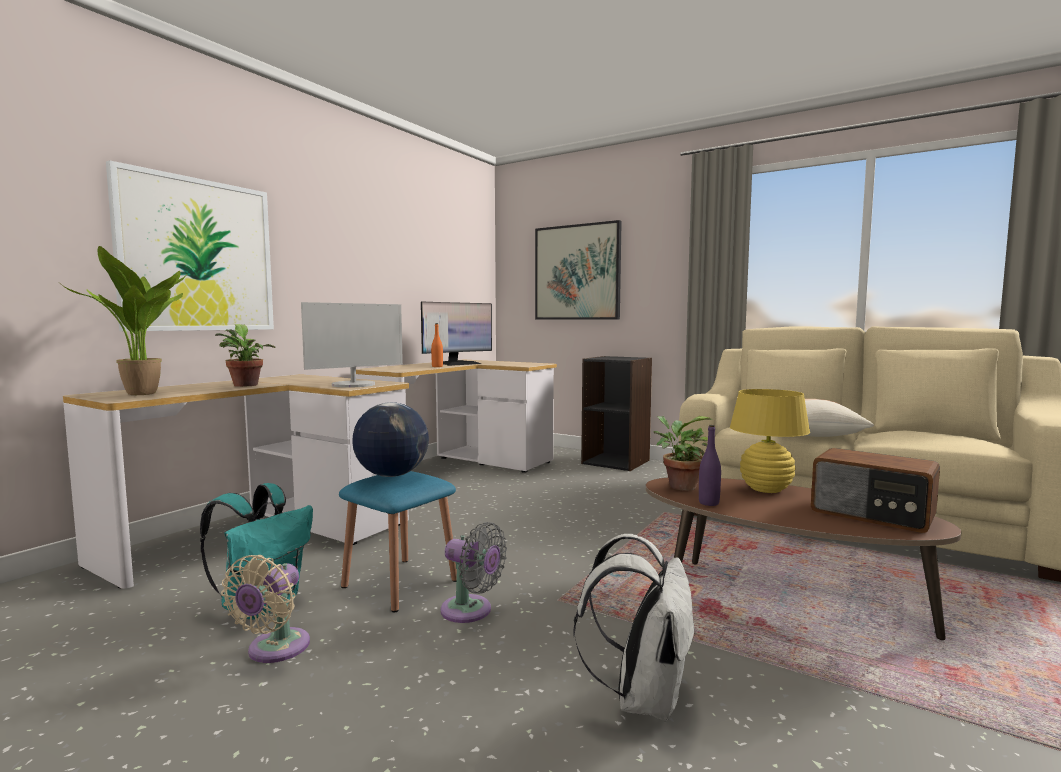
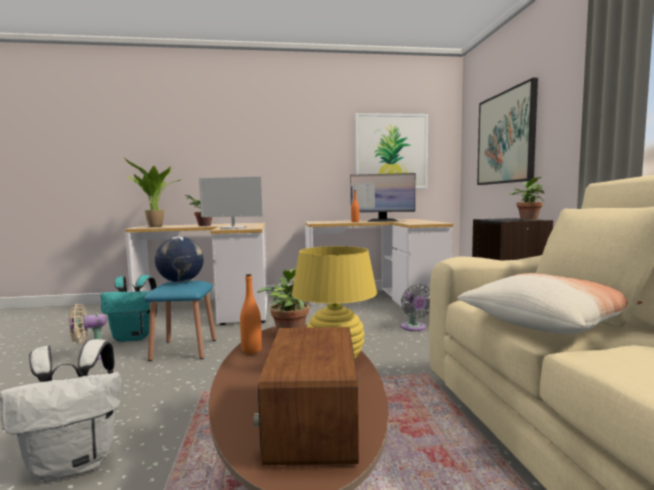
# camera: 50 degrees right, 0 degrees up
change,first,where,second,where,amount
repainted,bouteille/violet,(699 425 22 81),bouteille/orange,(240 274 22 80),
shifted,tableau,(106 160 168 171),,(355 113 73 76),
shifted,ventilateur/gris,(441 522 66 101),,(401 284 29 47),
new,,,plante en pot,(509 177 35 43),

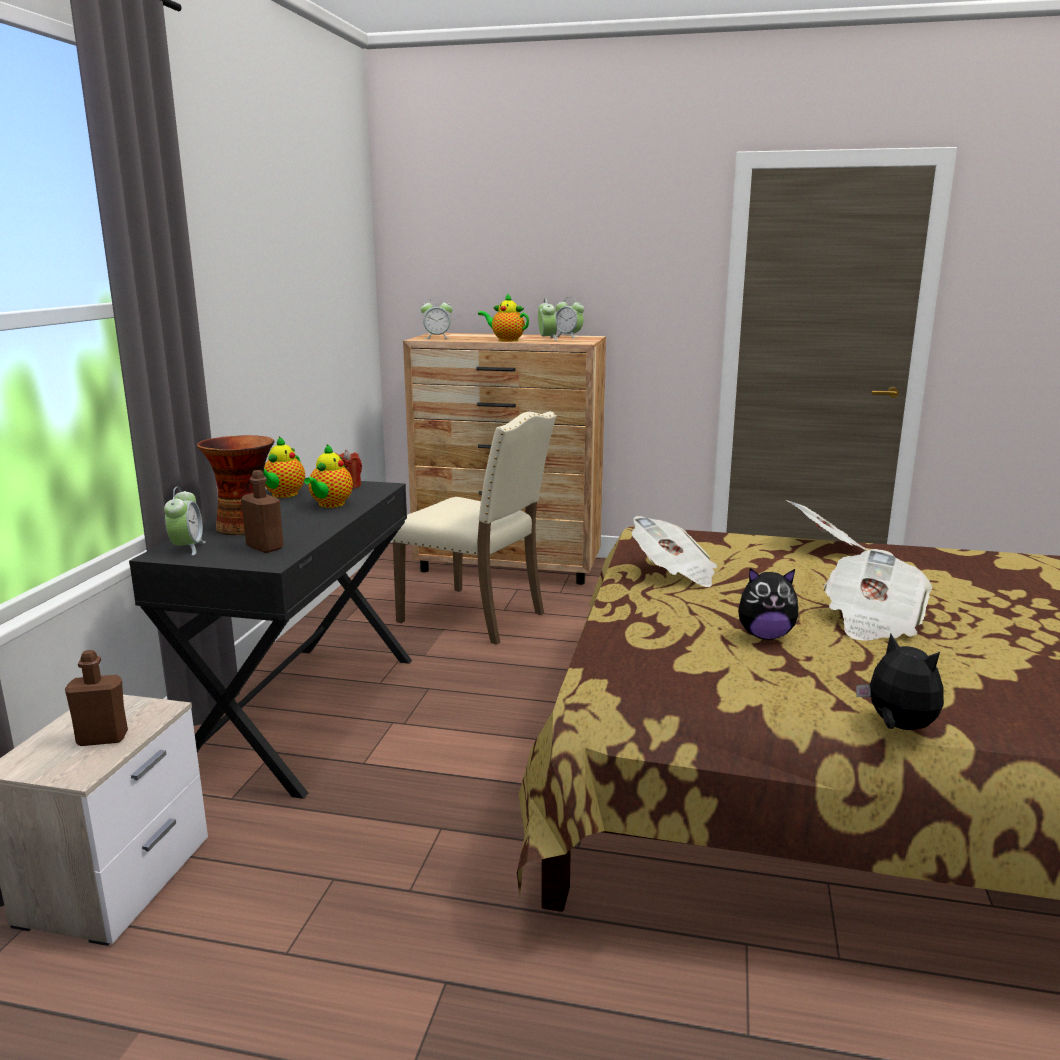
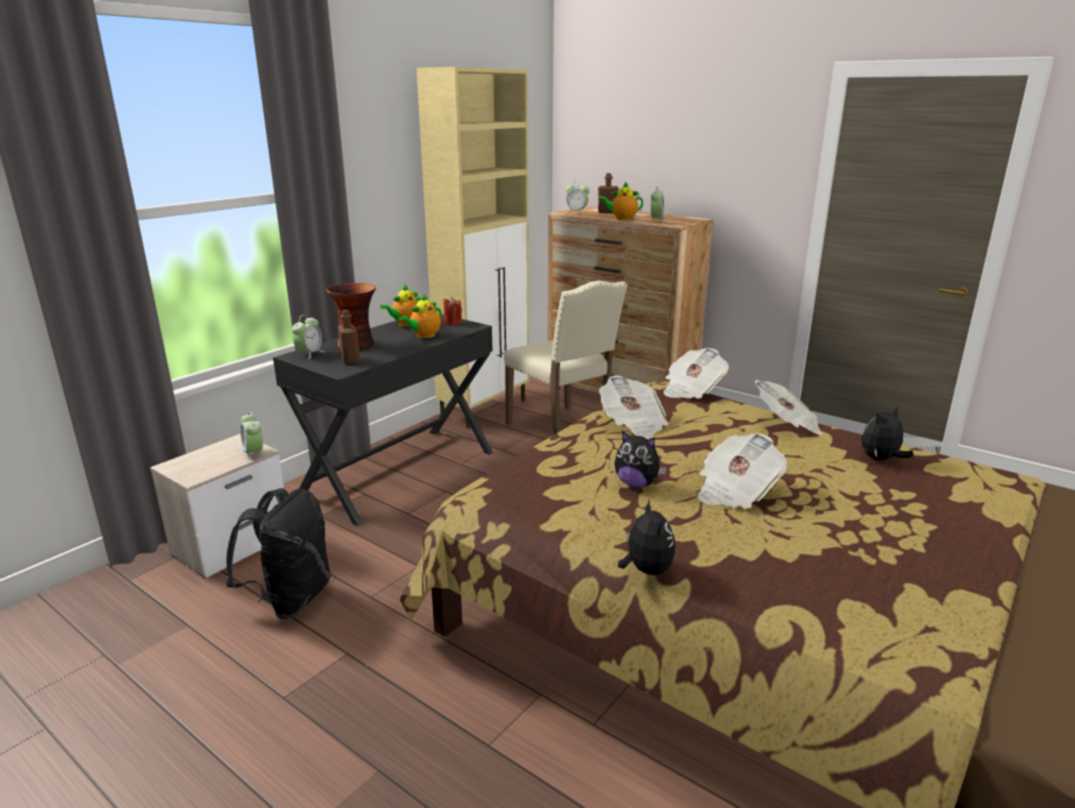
# camera: 25 degrees right, 5 degrees up
change,first,where,second,where,amount
new,,,sac à dos/noir,(226 488 105 131),
shifted,réveil,(556 297 28 41),,(241 412 22 50),
new,,,meuble de rangement/beige,(416 67 113 362),
shifted,bouteille/marron,(65 650 63 96),,(598 173 21 40),
rotated,théière,(478 293 51 49),,(598 181 45 39),45 degrees counterclockwise
new,,,journal,(663 348 66 51),
new,,,peluche,(862 407 52 54),

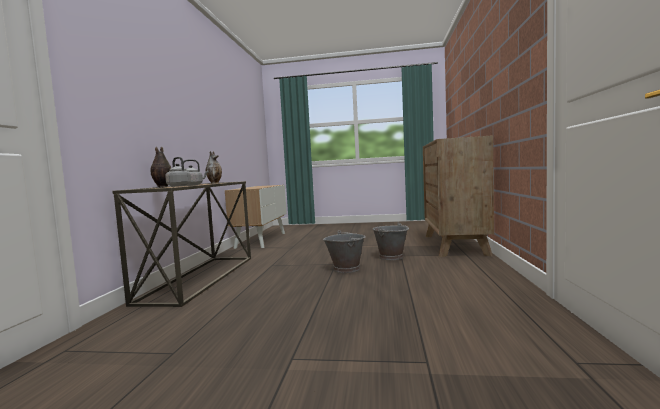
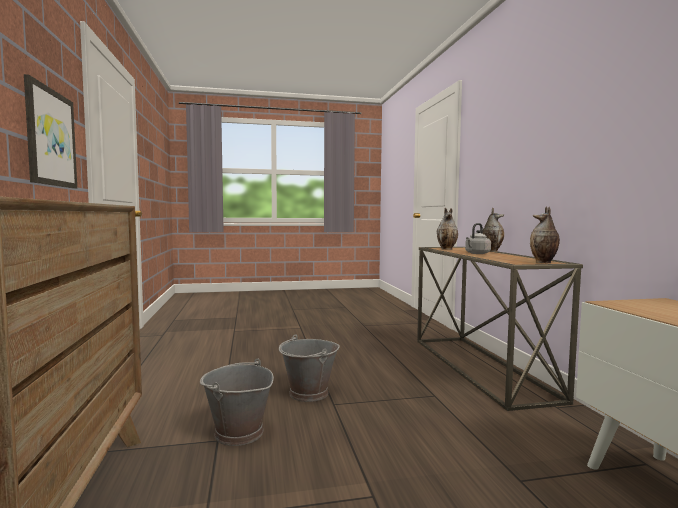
# camera: 160 degrees right, 0 degrees up
change,first,where,second,where,amount
new,,,tableau,(24 74 53 115),
swapped,bouilloire/gris,(165 157 26 30),vase,(437 208 21 42),

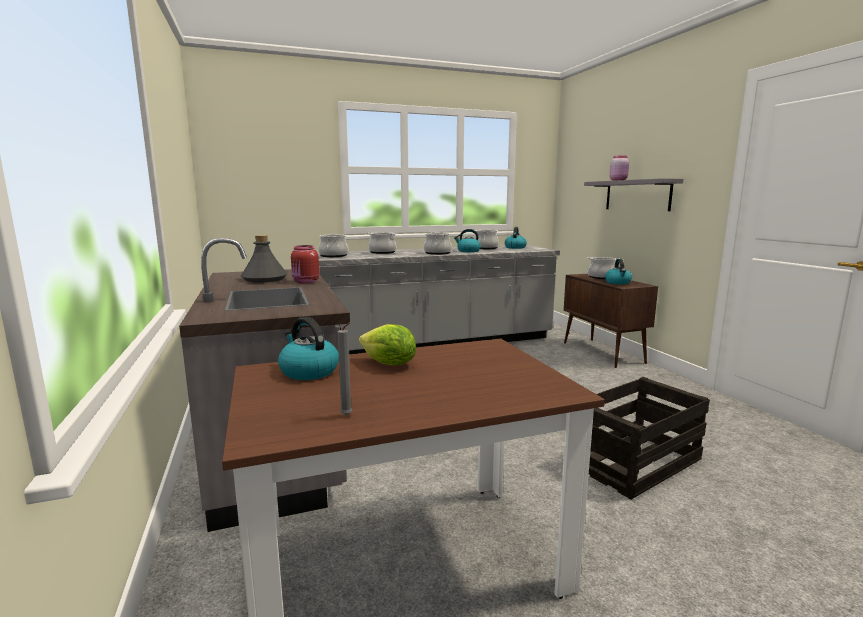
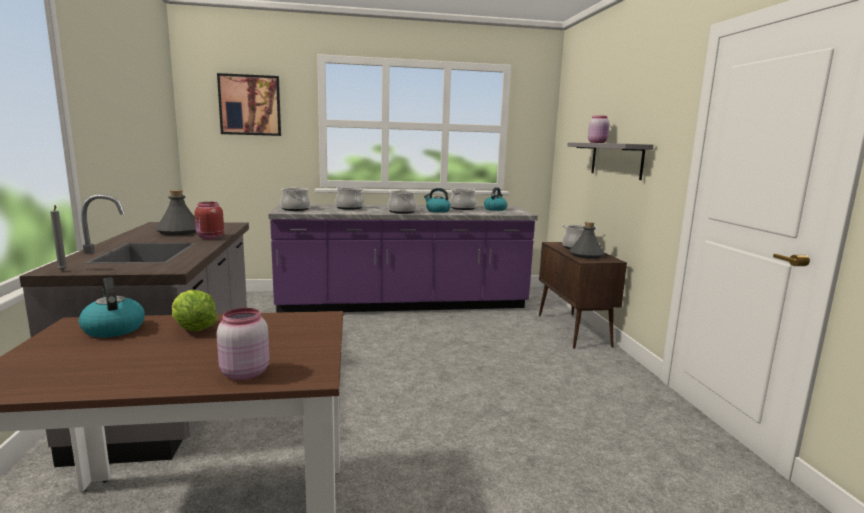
# camera: 10 degrees right, 0 degrees up
change,first,where,second,where,amount
shifted,bougie/gris,(338 322 14 94),,(50 205 17 65),
new,,,tableau,(217 73 64 63),
new,,,bocal/rose,(217 308 52 72),
repainted,comptoir de cuisine/gris,(317 245 243 109),comptoir de cuisine/violet,(268 204 270 109),
swapped,bouilloire,(605 259 27 25),bouteille/gris,(569 222 36 37),
gone,caisse,(589 377 121 122),,,

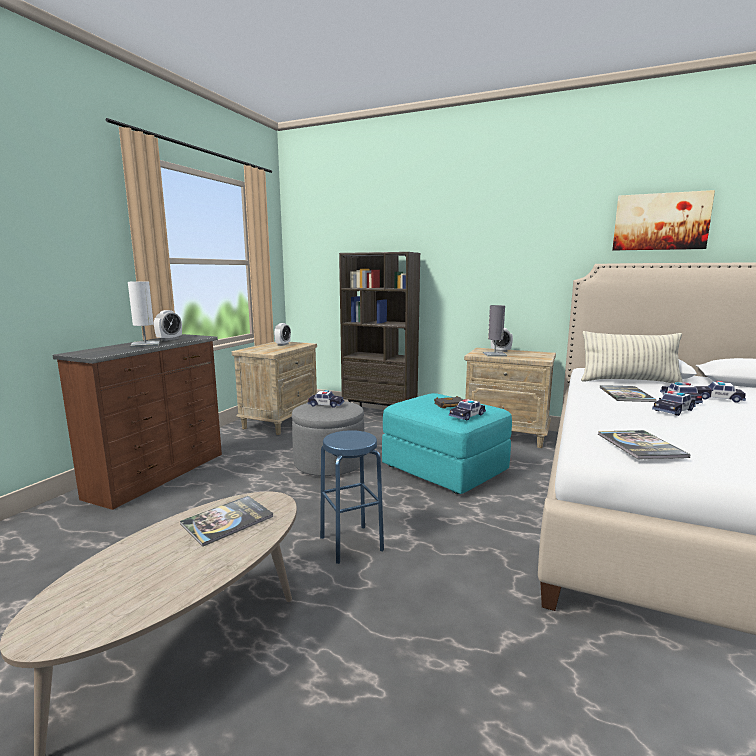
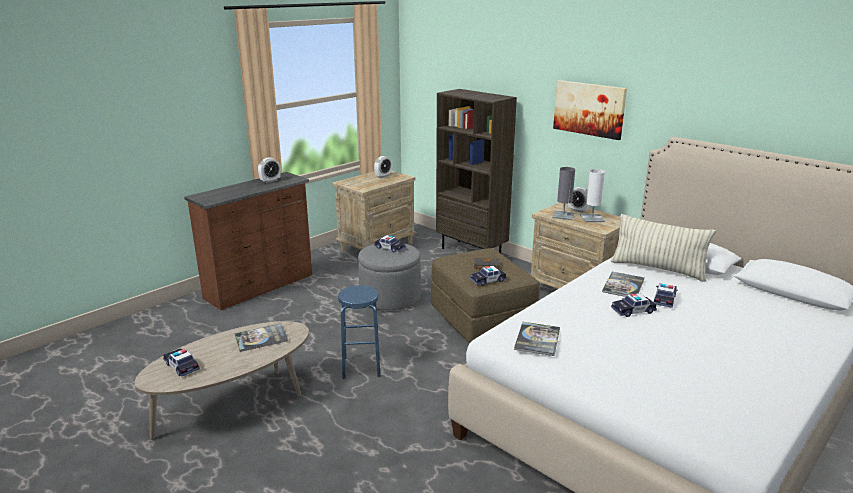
# camera: 20 degrees right, 10 degrees up
change,first,where,second,where,amount
shifted,petite voiture,(695 381 51 22),,(163 348 37 29),
repainted,pouf/turquoise,(382 393 130 101),pouf/marron,(431 248 109 96),
shifted,tableau,(612 190 103 60),,(553 80 74 60),
shifted,lampe de table/blanc,(128 281 32 66),,(580 169 25 53),

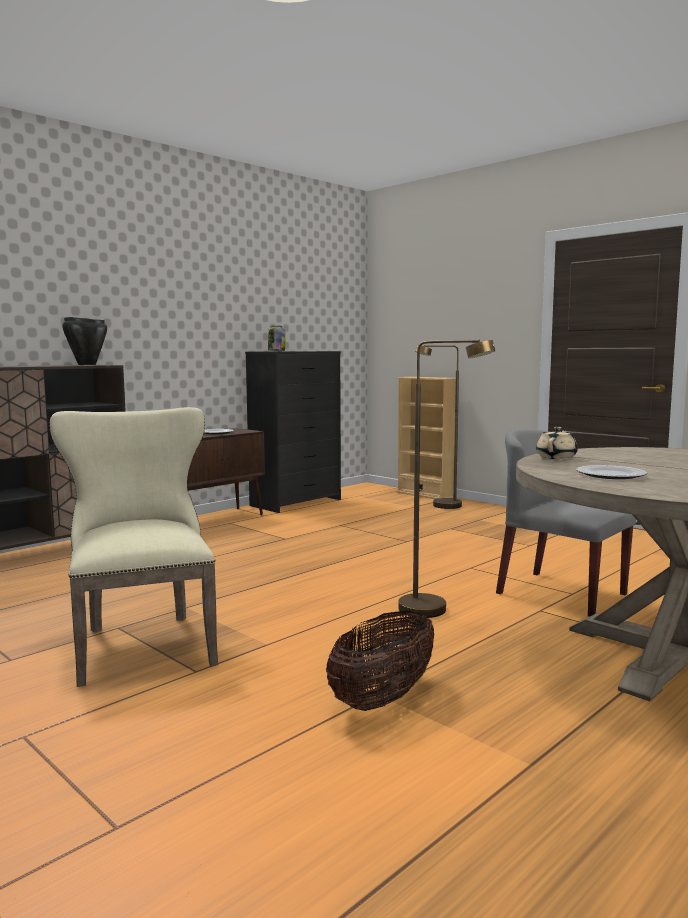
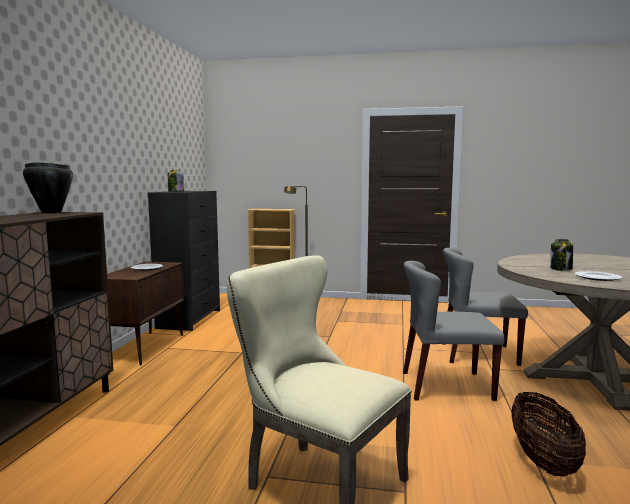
# camera: 35 degrees left, 0 degrees up
change,first,where,second,where,amount
swapped,lampadaire/marron,(398 340 97 278),chaise/gris,(403 261 102 140),
new,,,bocal,(550 239 23 32),
gone,théière/beige,(536 427 42 32),,,

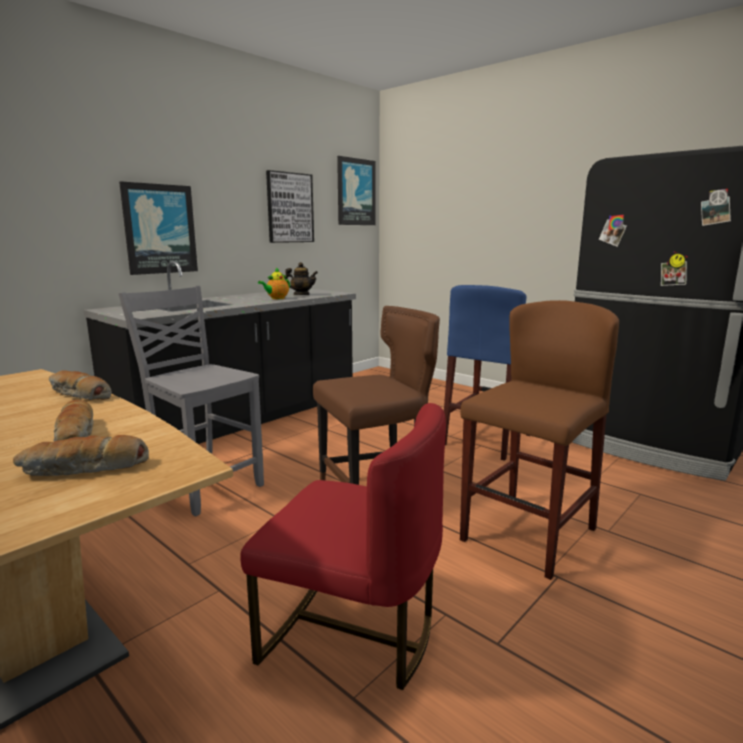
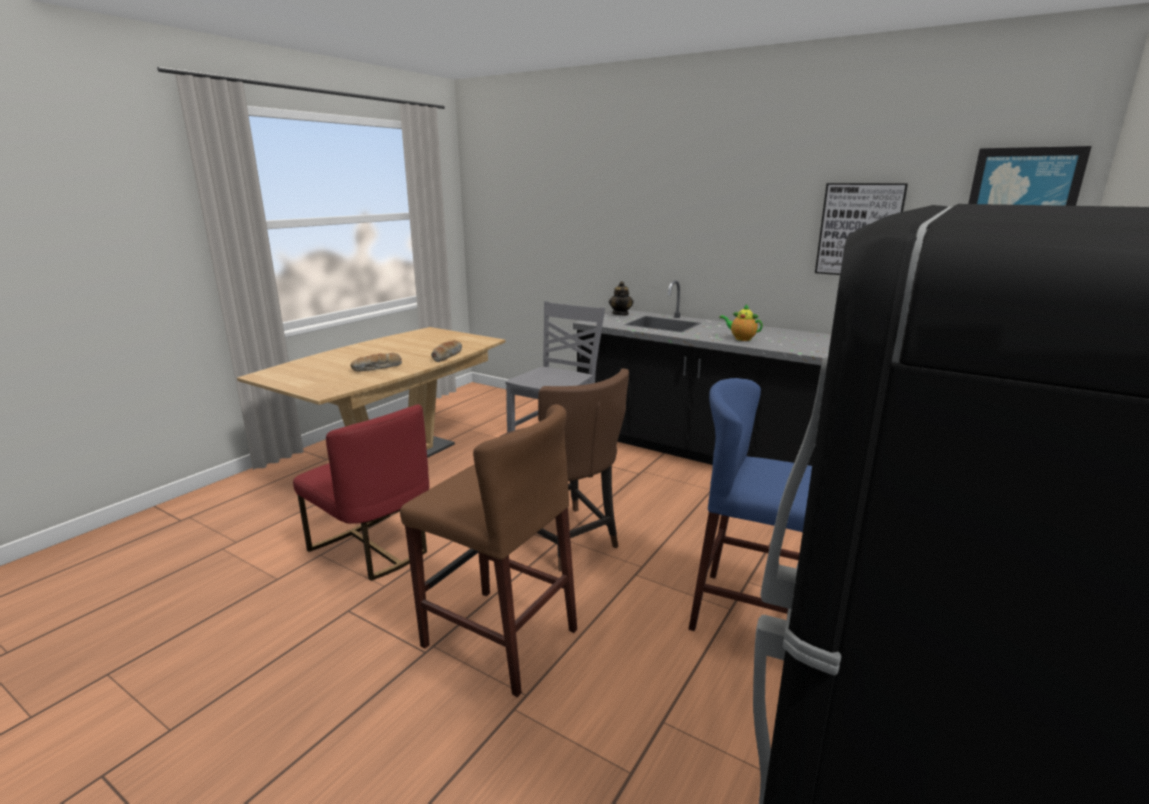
# camera: 80 degrees right, 5 degrees up
change,first,where,second,where,amount
rotated,chaise/rouge,(240 403 206 287),,(293 404 136 177),60 degrees counterclockwise
shifted,théière,(285 262 33 33),,(609 281 25 35),
gone,pain,(13 435 136 41),,,
gone,tableau,(119 181 79 94),,,

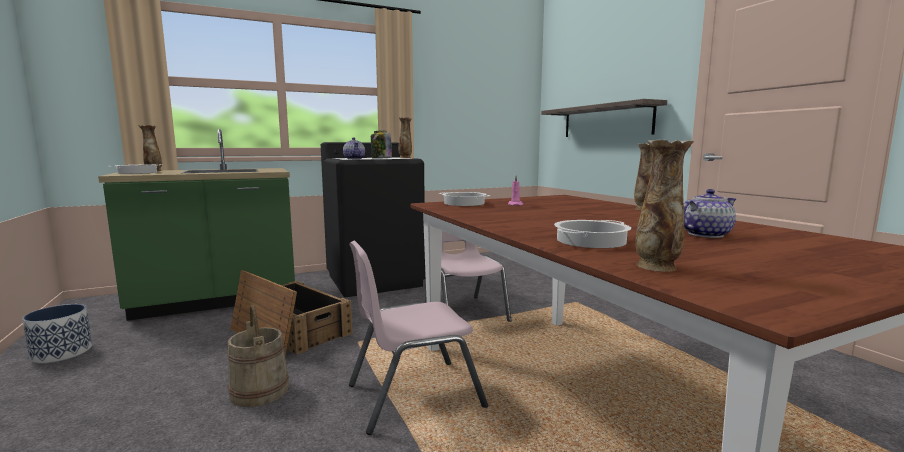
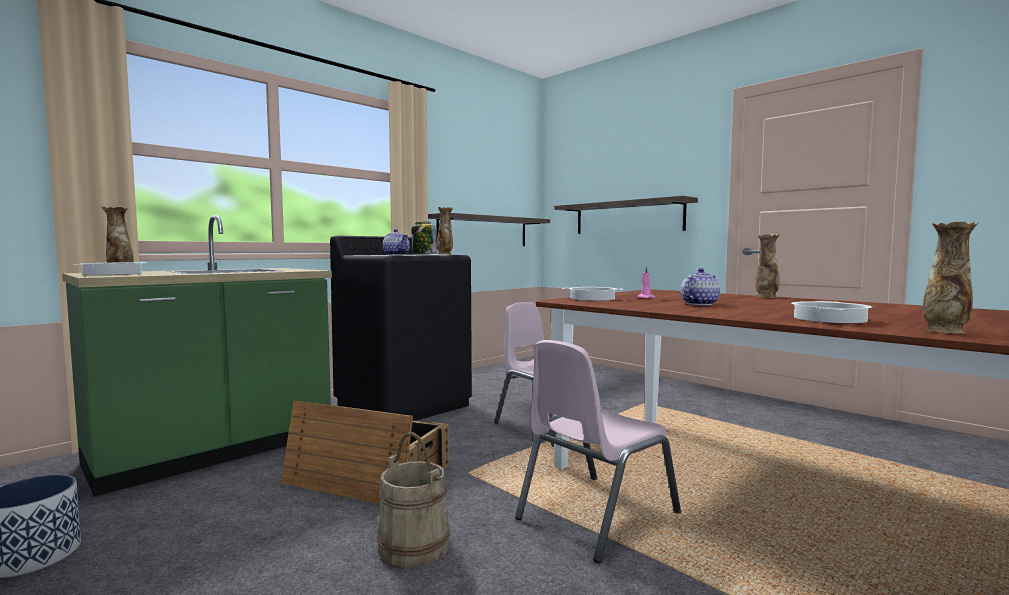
# camera: 20 degrees left, 5 degrees down
change,first,where,second,where,amount
new,,,étagère,(428 213 122 33),
shifted,théière,(684 189 52 49),,(681 268 39 37),

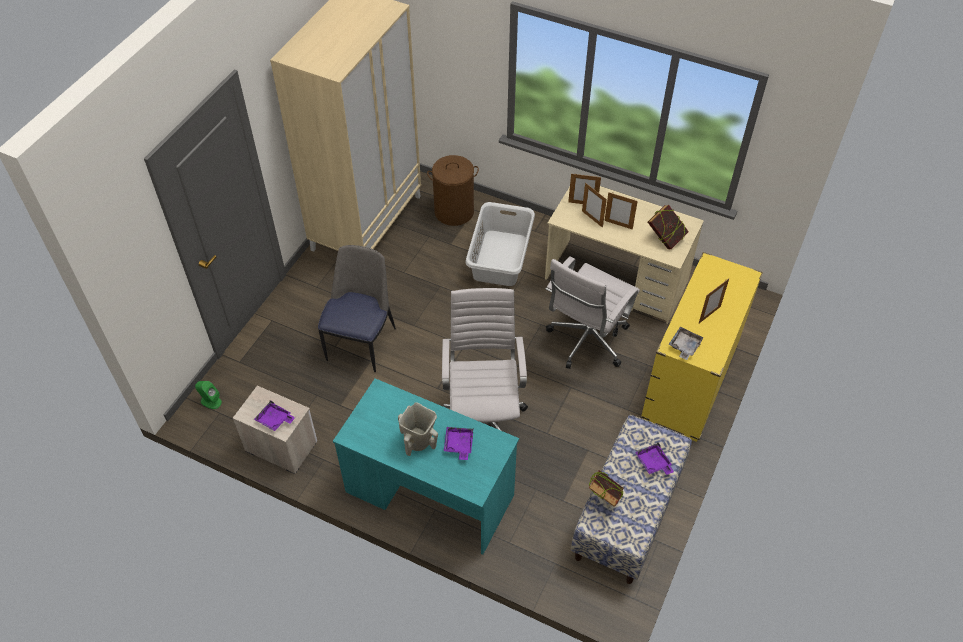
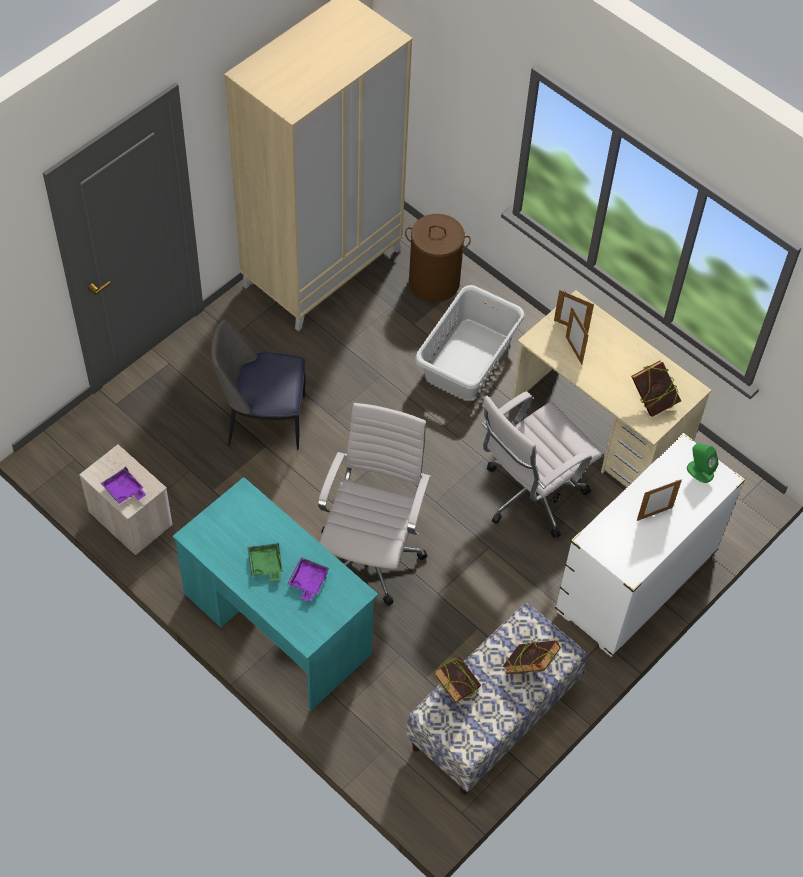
# camera: 15 degrees right, 5 degrees up
change,first,where,second,where,amount
rotated,chaise,(318 245 78 127),,(211 319 95 131),120 degrees counterclockwise
swapped,vase/beige,(398 402 40 54),plateau/vert,(247 542 36 40),
swapped,plateau/violet,(635 442 39 33),livre,(502 640 59 34),
repainted,commode/jaune,(641 252 122 190),commode/blanc,(555 433 190 224),
shifted,enceinte/vert,(195 381 27 28),,(687 443 32 40),
gone,cadre photo,(604 192 34 38),,,
gone,plateau/gris,(668 326 36 34),,,

